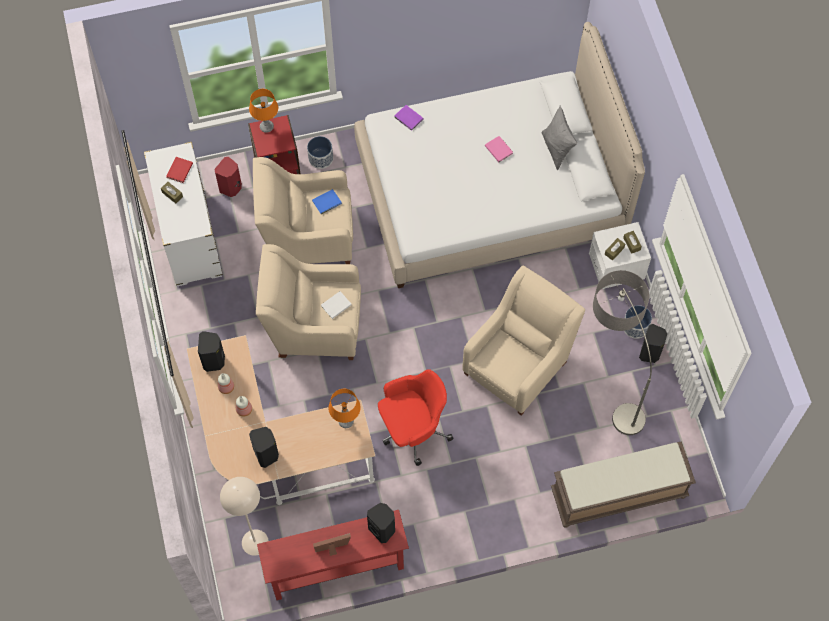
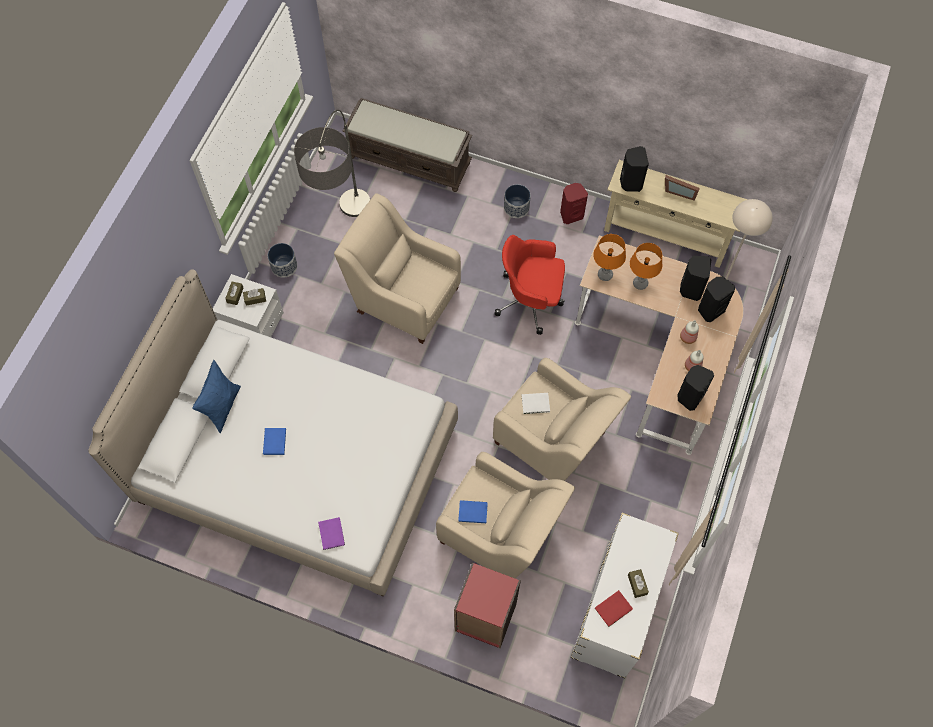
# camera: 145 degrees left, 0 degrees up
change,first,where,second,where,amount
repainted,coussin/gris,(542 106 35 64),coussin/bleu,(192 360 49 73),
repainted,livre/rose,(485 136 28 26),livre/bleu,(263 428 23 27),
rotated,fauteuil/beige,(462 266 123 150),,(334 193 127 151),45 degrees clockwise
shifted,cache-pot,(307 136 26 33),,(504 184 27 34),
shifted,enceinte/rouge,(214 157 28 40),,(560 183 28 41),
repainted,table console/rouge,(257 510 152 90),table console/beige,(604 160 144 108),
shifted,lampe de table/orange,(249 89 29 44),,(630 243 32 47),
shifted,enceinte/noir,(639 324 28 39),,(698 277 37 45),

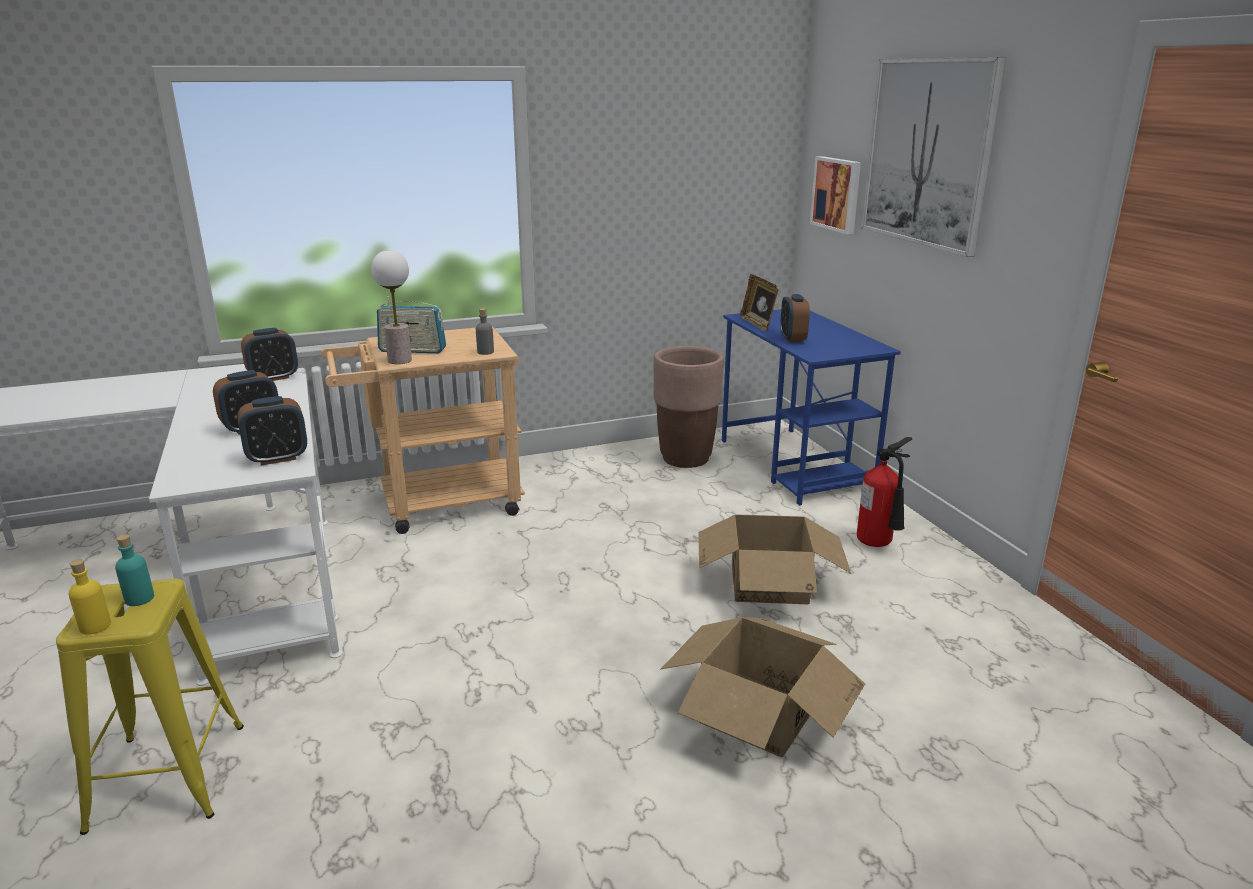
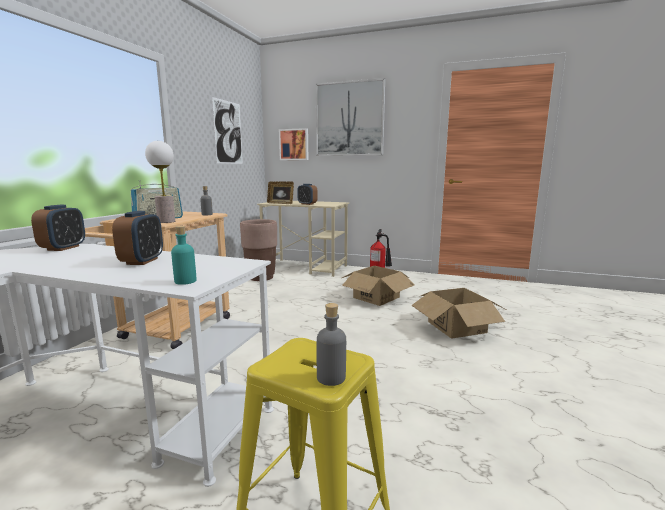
# camera: 50 degrees left, 10 degrees down
change,first,where,second,where,amount
shifted,bouteille/turquoise,(115 534 39 72),,(171 226 26 59),
new,,,tableau,(212 97 31 67),
repainted,bureau/bleu,(722 309 179 196),bureau/beige,(257 201 92 76),
repainted,bouteille/jaune,(69 559 42 76),bouteille/gris,(317 303 29 83),
gone,réveil,(237 396 70 69),,,

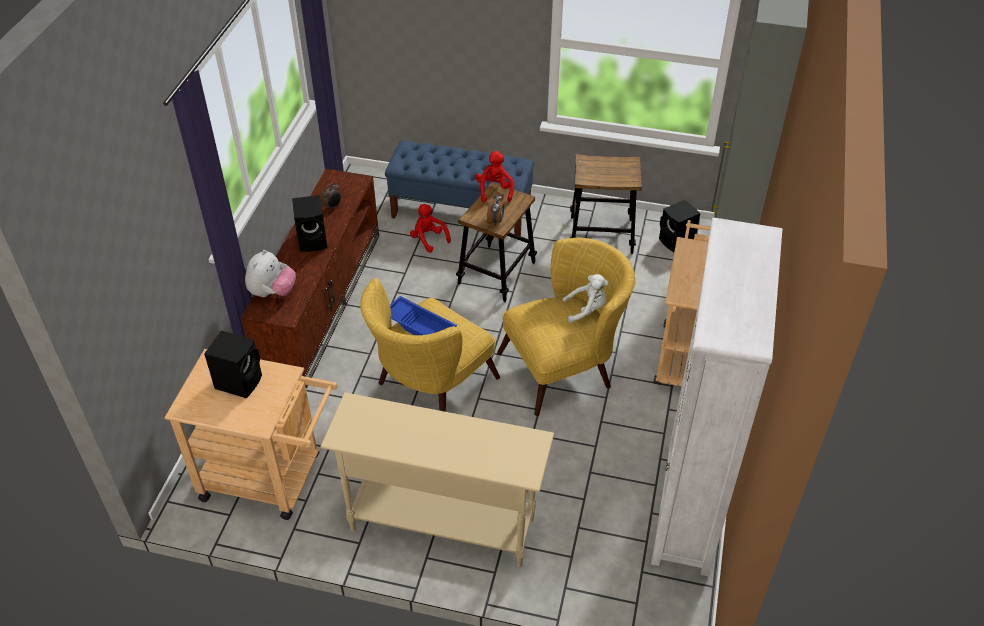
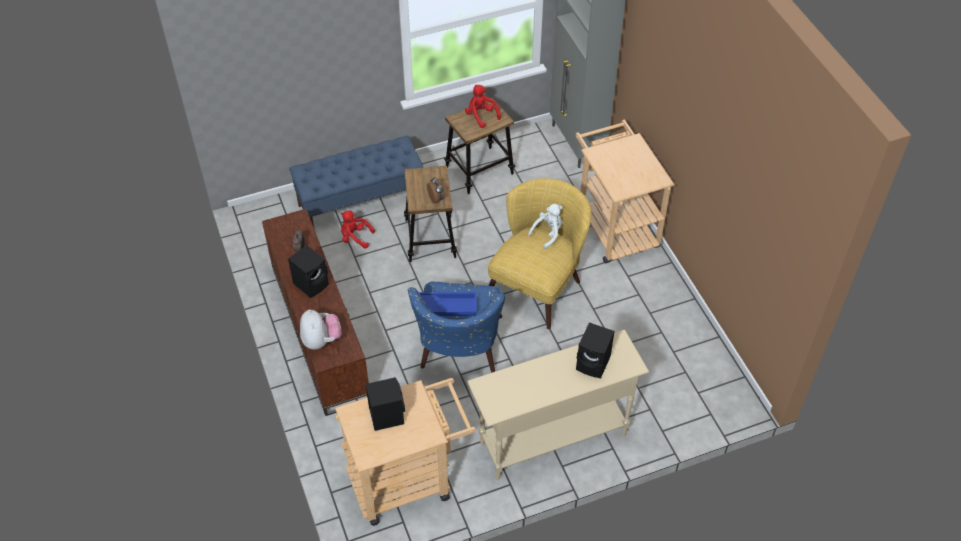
# camera: 35 degrees left, 5 degrees up
change,first,where,second,where,amount
repainted,fauteuil/jaune,(360 278 140 134),fauteuil/bleu,(408 281 97 92),
shifted,peluche/rouge,(475 151 39 52),,(465 85 36 43),
shifted,enceinte/noir,(659 200 41 52),,(576 322 38 56),
gone,bibliothèque/blanc,(651 218 132 359),,,

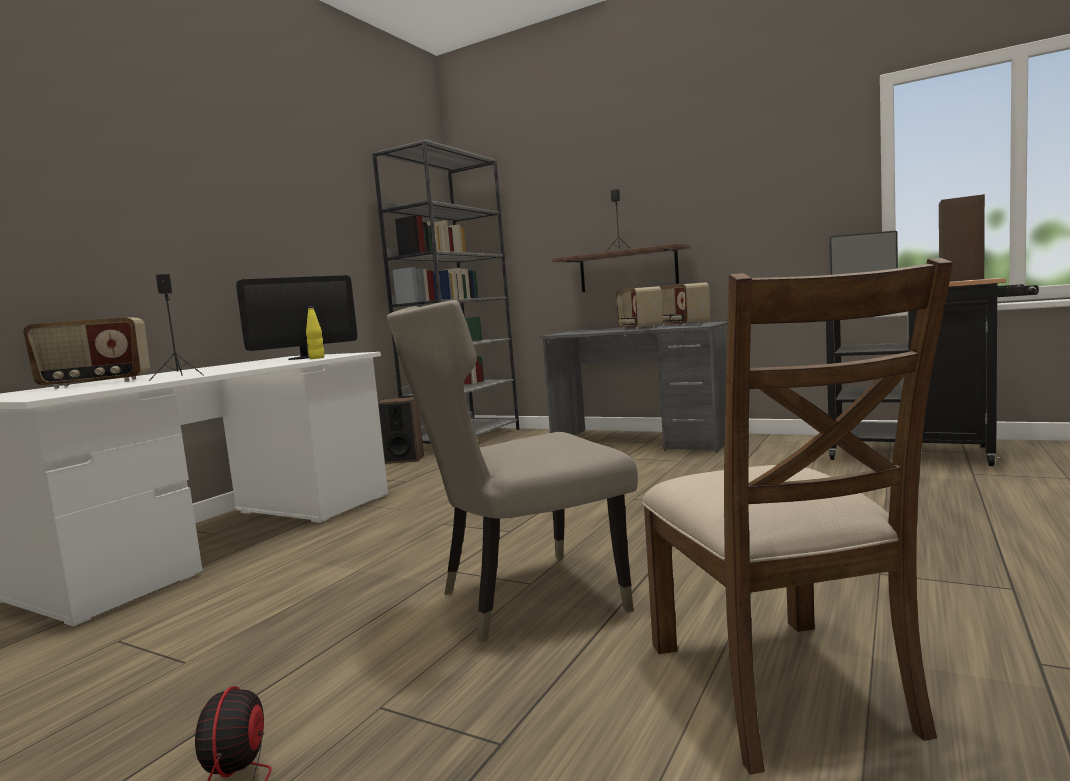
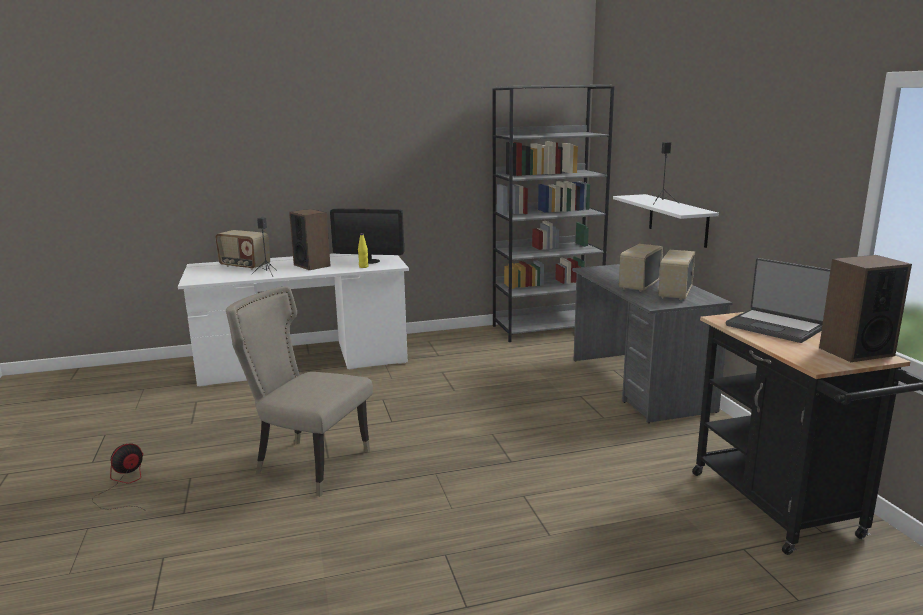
# camera: 45 degrees right, 10 degrees up
change,first,where,second,where,amount
shifted,enceinte,(378 397 46 67),,(289 209 41 61),
repainted,étagère/marron,(552 243 139 49),étagère/blanc,(613 194 106 54),
gone,chaise/marron,(642 258 311 516),,,

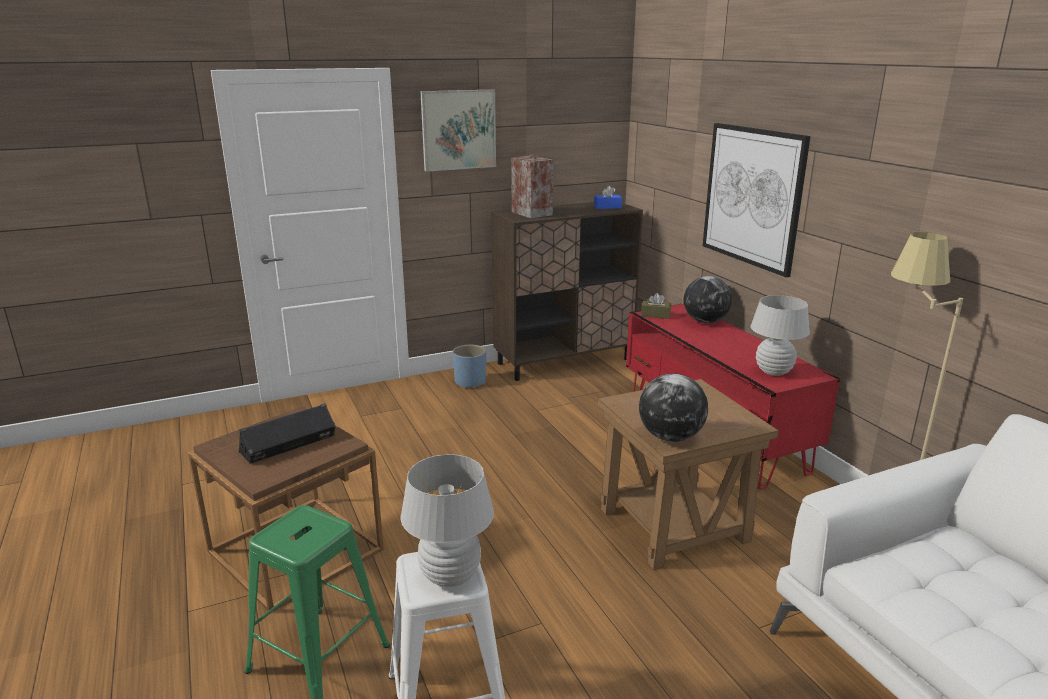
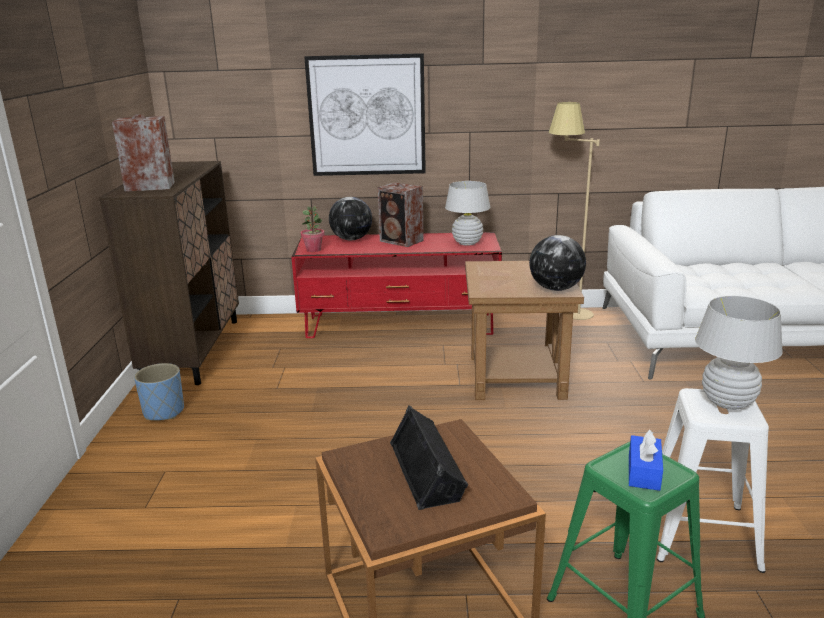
# camera: 65 degrees left, 0 degrees up
change,first,where,second,where,amount
swapped,boîte à mouchoirs/marron,(641 293 30 26),plante en pot,(301 206 24 46),
new,,,enceinte,(378 182 46 65),
shifted,boîte à mouchoirs/bleu,(594 186 28 23),,(629 430 34 61),
gone,tableau,(420 89 76 83),,,

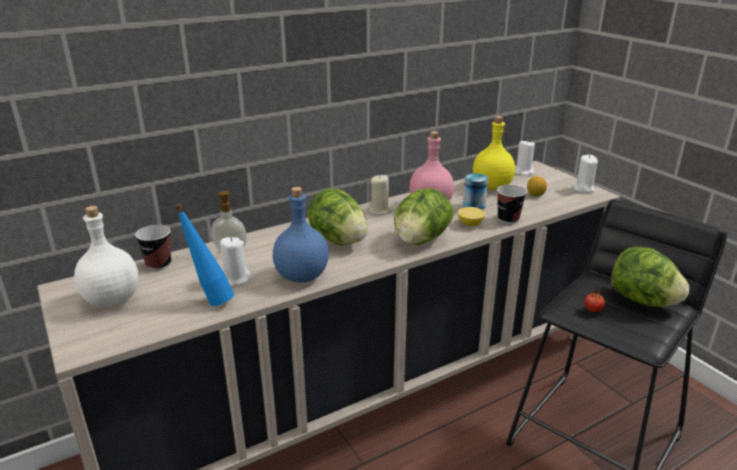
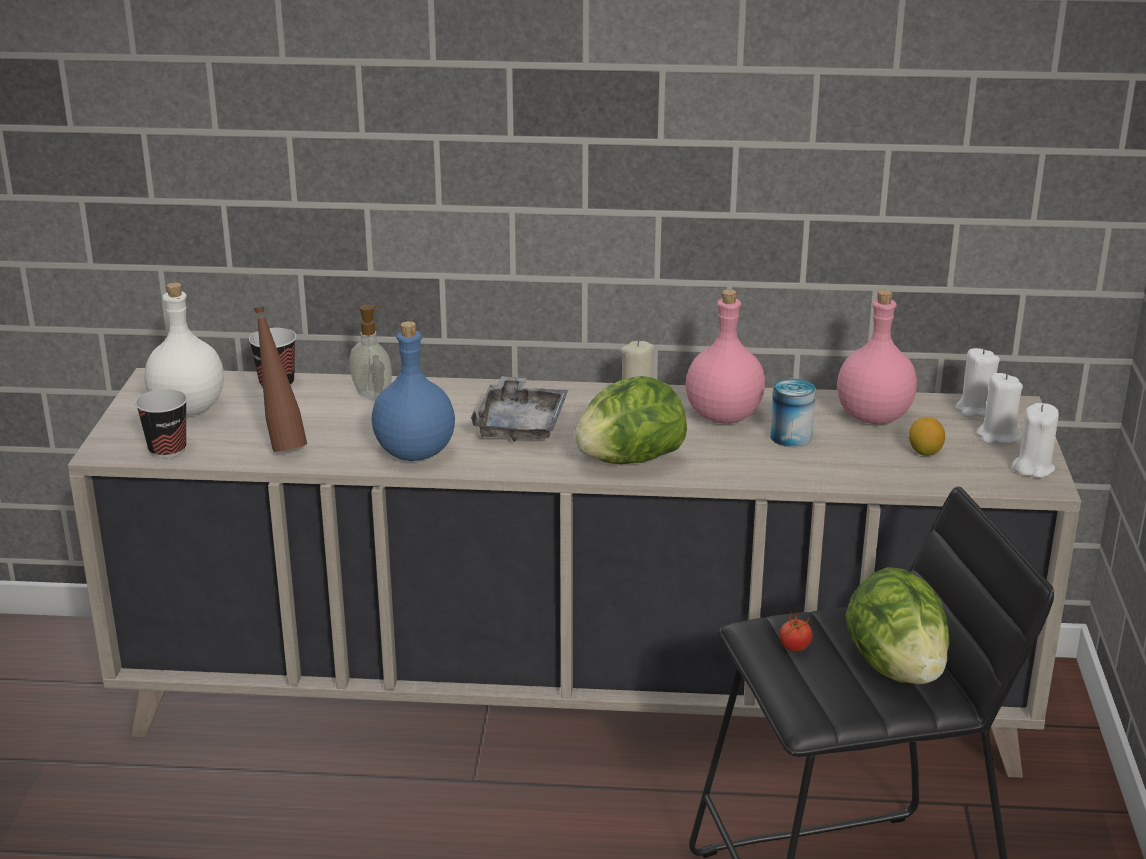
# camera: 35 degrees right, 0 degrees up
change,first,where,second,where,amount
shifted,tasse,(497 185 30 39),,(135 389 52 69),
repainted,bouteille/bleu,(174 204 60 102),bouteille/marron,(254 306 53 146),
swapped,laitue,(308 189 60 56),plateau/gris,(471 376 97 65),
repainted,bouteille/jaune,(473 116 42 74),bouteille/rose,(837 290 80 134),
shifted,bougie/blanc,(220 237 31 50),,(977 373 46 71),
gone,citron,(458 207 27 19),,,

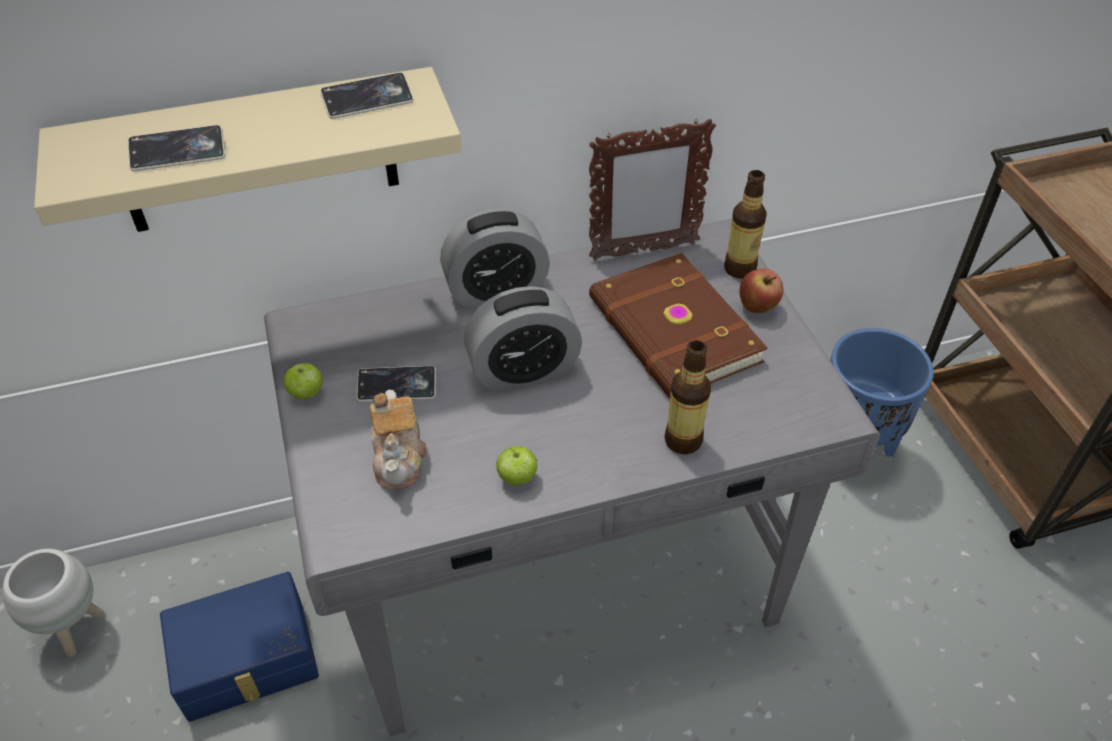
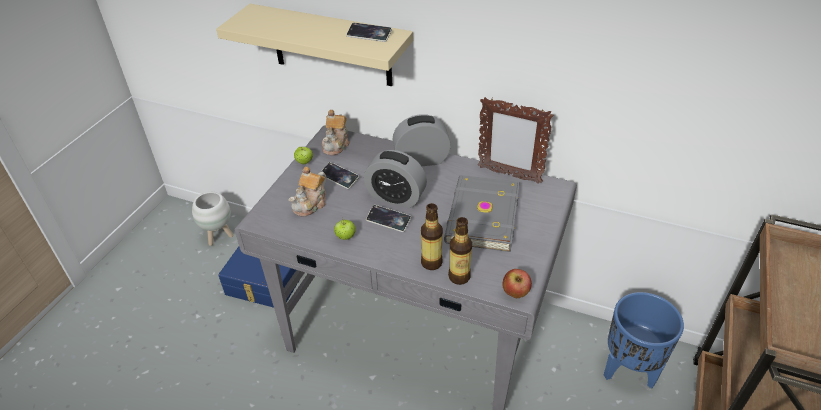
# camera: 40 degrees right, 5 degrees down
change,first,where,second,where,amount
new,,,théière,(322 110 28 45),
shifted,téléphone,(128 125 97 46),,(366 205 45 27),
rotated,réveil,(440 209 110 100),,(392 114 59 52),150 degrees clockwise
repainted,livre/marron,(589 253 179 146),livre/gris,(444 175 76 77),
shifted,bouteille,(724 170 43 109),,(448 217 24 68),
shifted,pomme,(739 269 44 44),,(503 269 29 29),

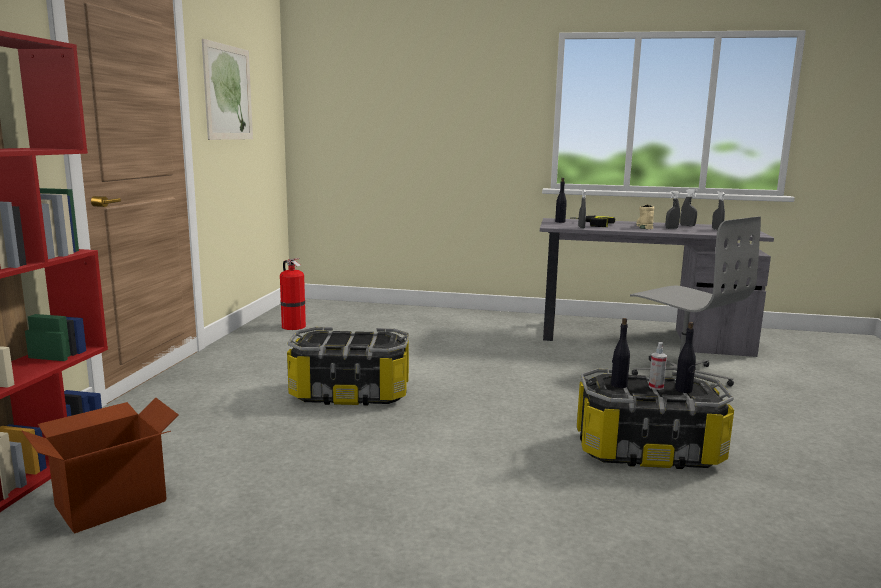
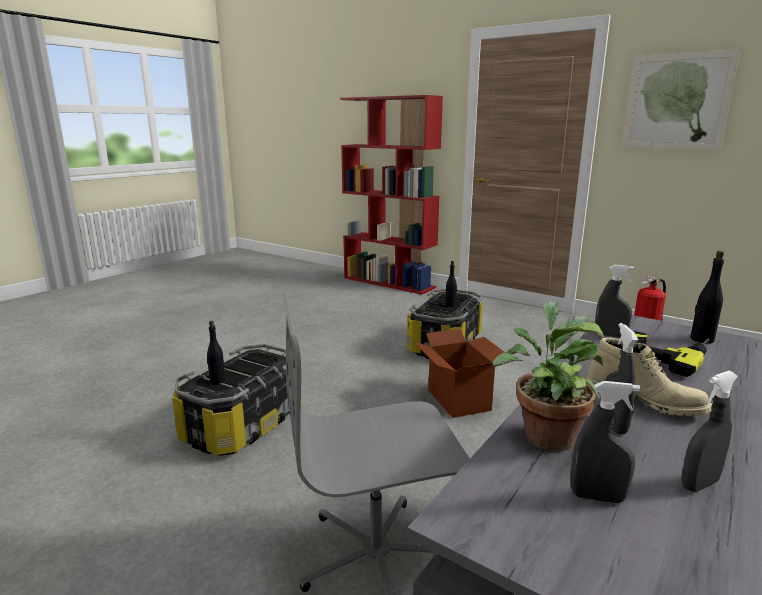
# camera: 115 degrees right, 5 degrees up
change,first,where,second,where,amount
shifted,carton,(22 398 157 136),,(413 329 92 89),
shifted,bouteille/noir,(611 318 19 70),,(445 261 12 46),
new,,,plante en pot,(493 301 111 151),
gone,vaporisateur,(649 342 18 48),,,

